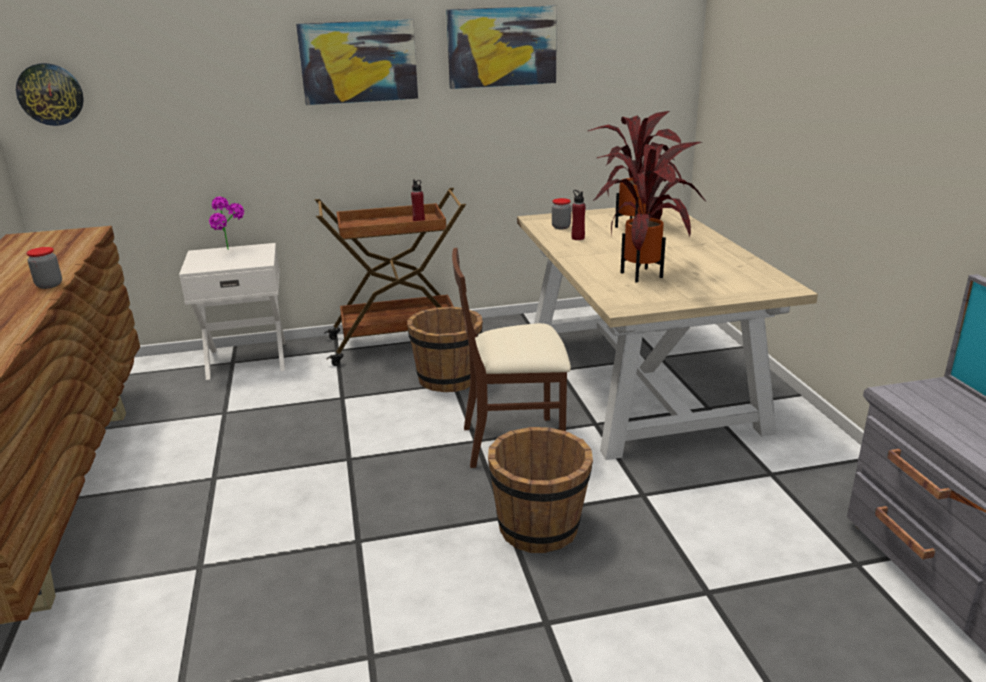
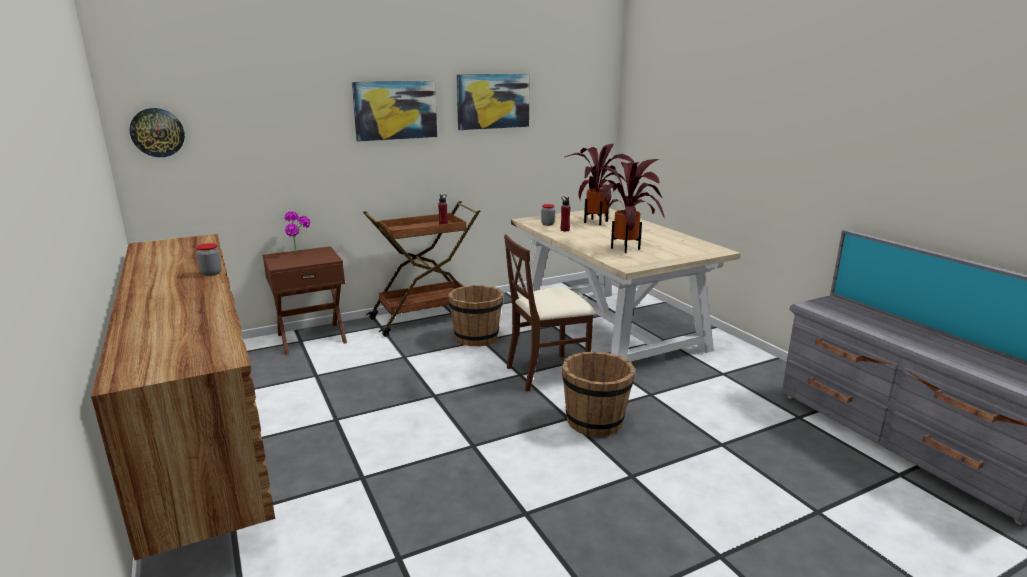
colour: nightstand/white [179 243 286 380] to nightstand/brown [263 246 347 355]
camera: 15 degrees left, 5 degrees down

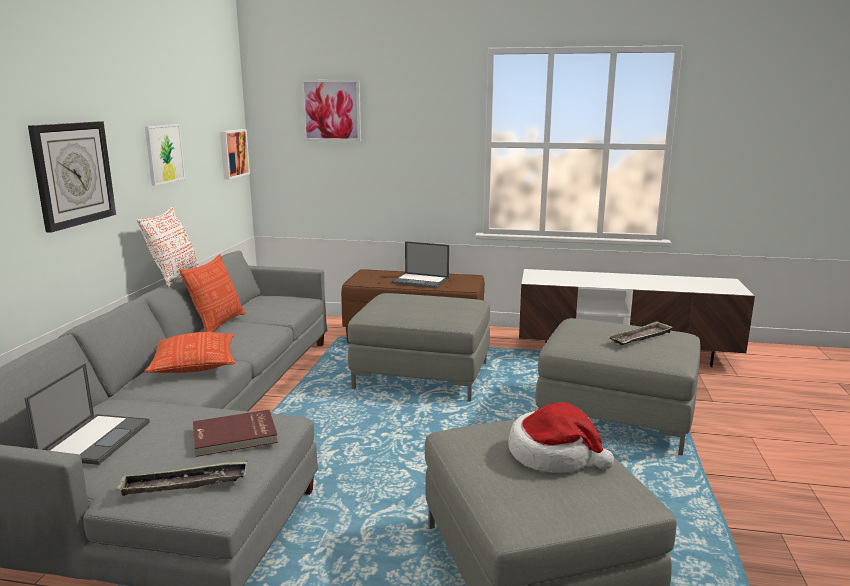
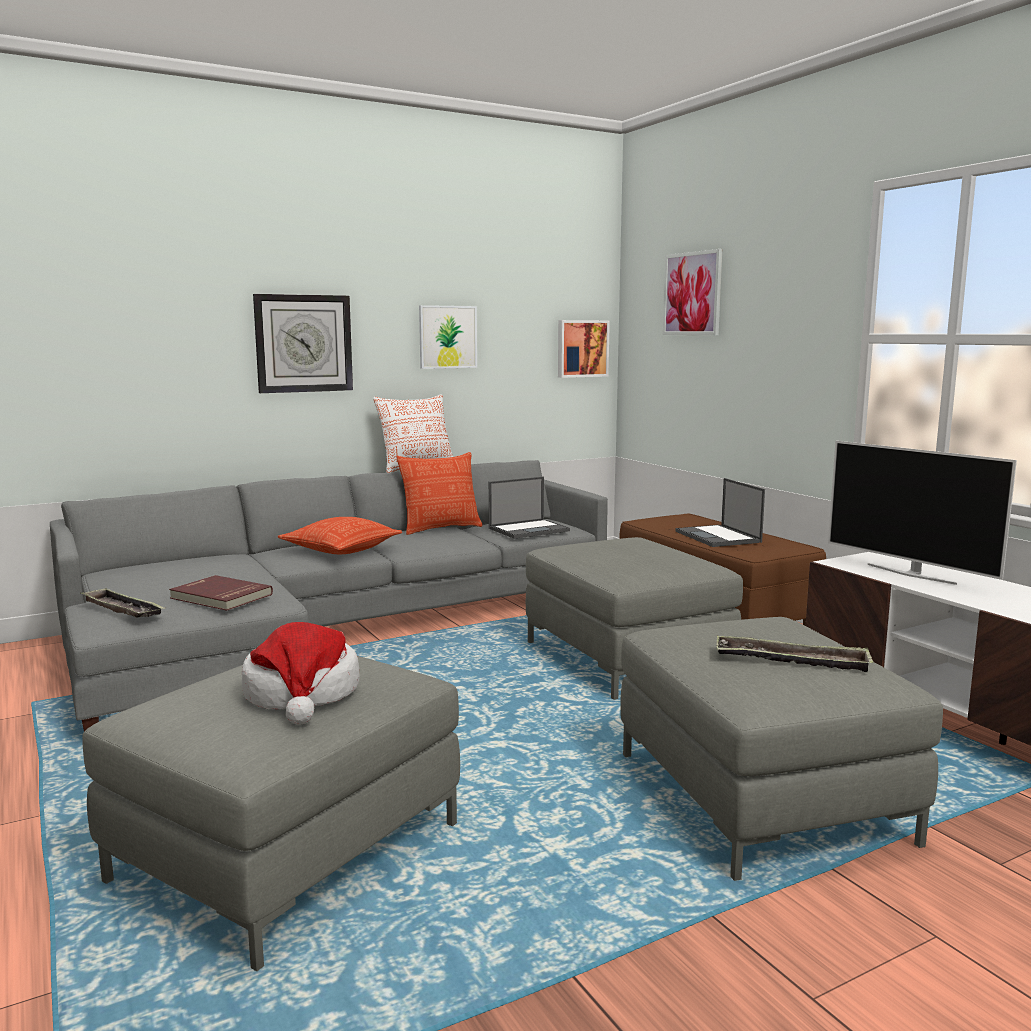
appeared: television [828 441 1017 585]
relocated: laptop [24 363 150 465] to [489 477 570 539]
camera: 50 degrees right, 5 degrees down

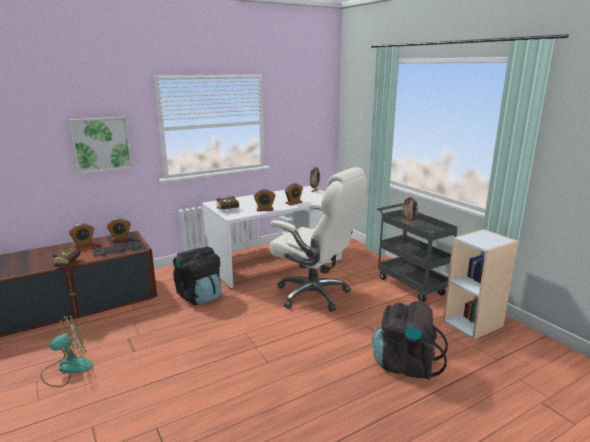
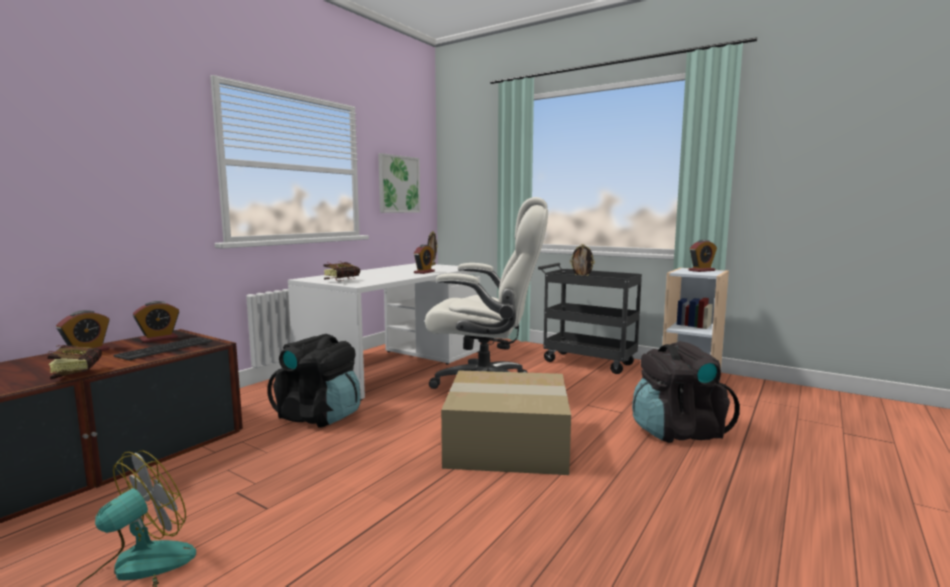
appeared: cardboard box [441 370 571 475]
relocated: picture [69 117 133 174] to [378 153 420 213]; alarm clock [254 189 275 211] to [688 240 717 272]
camera: 25 degrees left, 10 degrees down

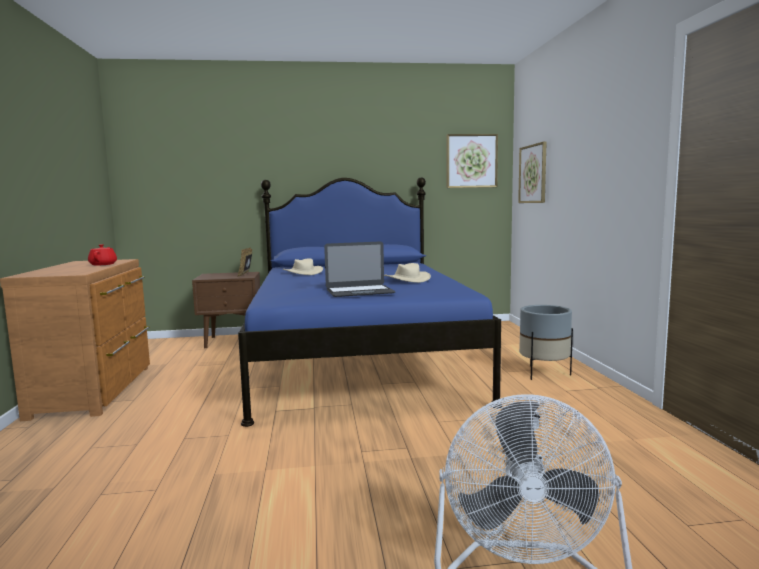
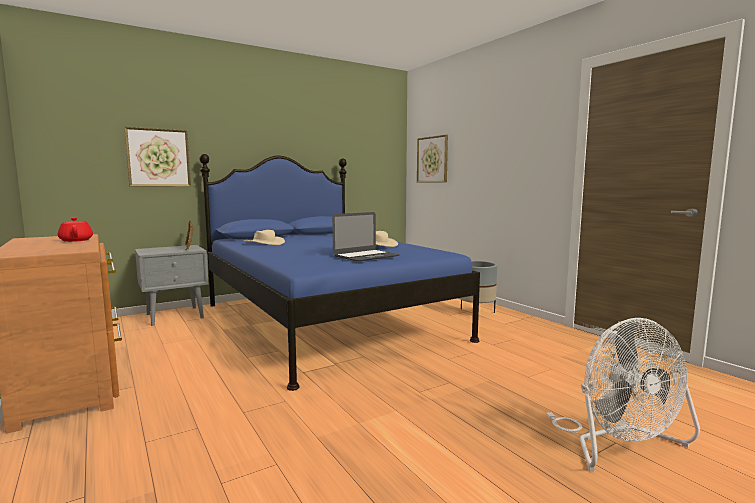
relocated: picture [447 134 498 188] to [124 127 191 187]
colour: nightstand/brown [192 272 260 348] to nightstand/grey [135 245 209 326]
camera: 25 degrees left, 0 degrees up

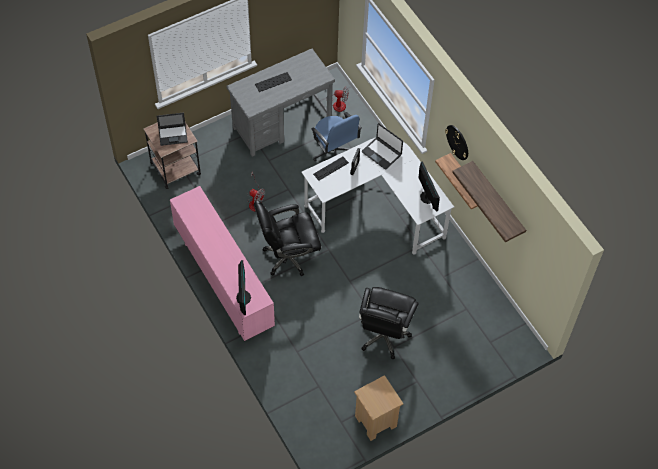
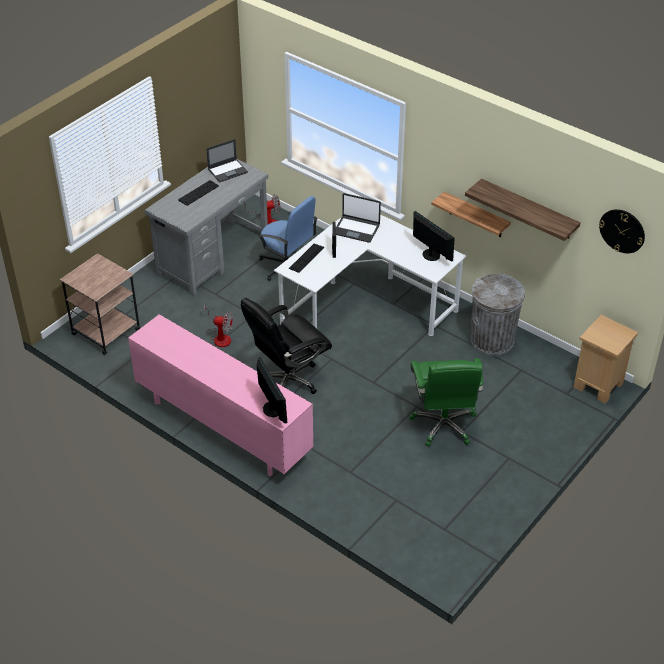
appeared: trash can/grey [470 274 525 356]
relocated: laptop [157 113 188 146] to [206 139 248 183]; nightstand/beige [354 375 403 441] to [574 315 638 404]; wall clock [445 125 468 160] to [599 209 645 253]
colour: office chair/black [359 287 419 359] to office chair/green [409 358 483 446]
camera: 20 degrees left, 15 degrees down

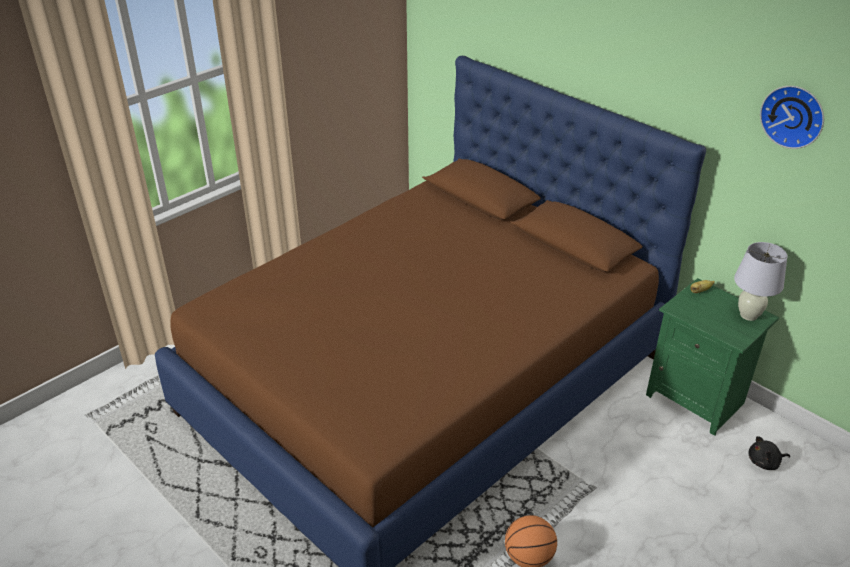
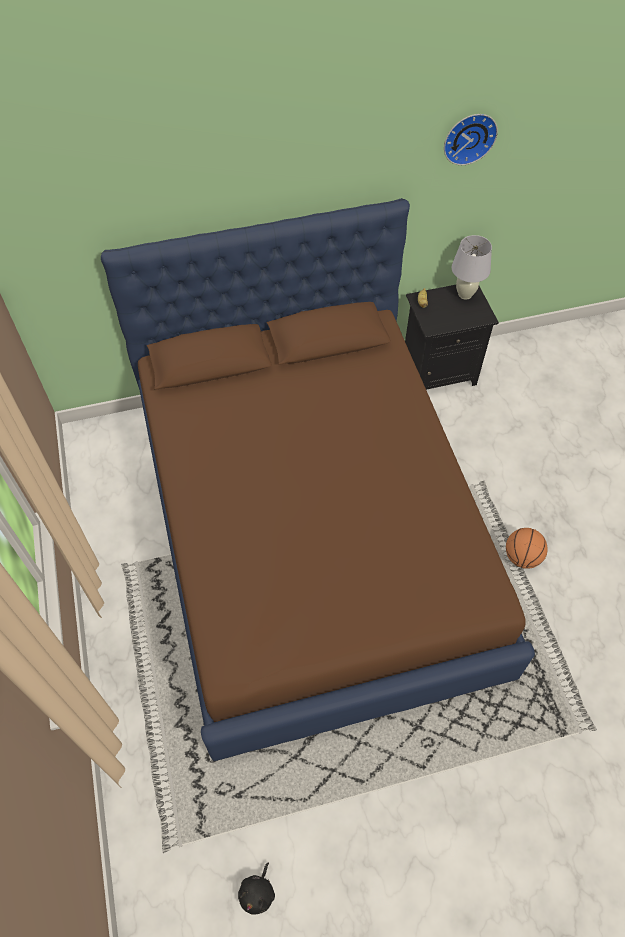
relocated: plush toy/black [749 436 790 470] to [238 862 275 915]
colour: nightstand/green [646 278 779 436] to nightstand/black [405 285 499 390]
camera: 60 degrees left, 20 degrees up

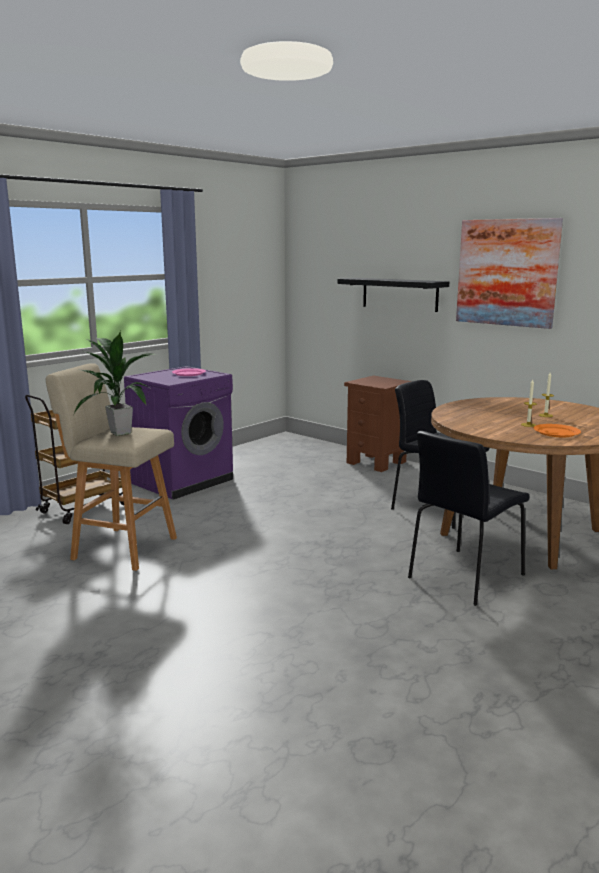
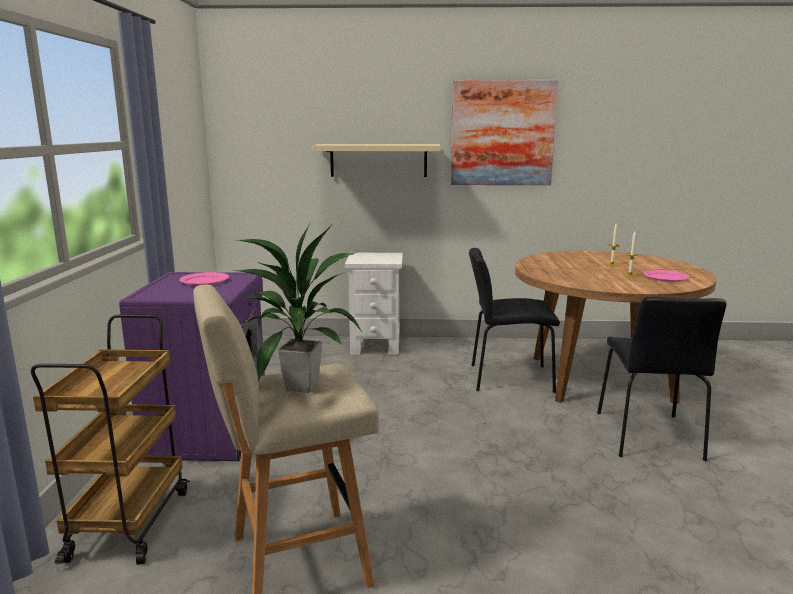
colour: shelf/black [337 278 449 312] to shelf/beige [313 144 441 177]; nightstand/brown [344 376 412 472] to nightstand/white [345 252 403 355]; plate/orange [533 424 581 437] to plate/pink [643 270 689 282]
camera: 40 degrees left, 0 degrees up

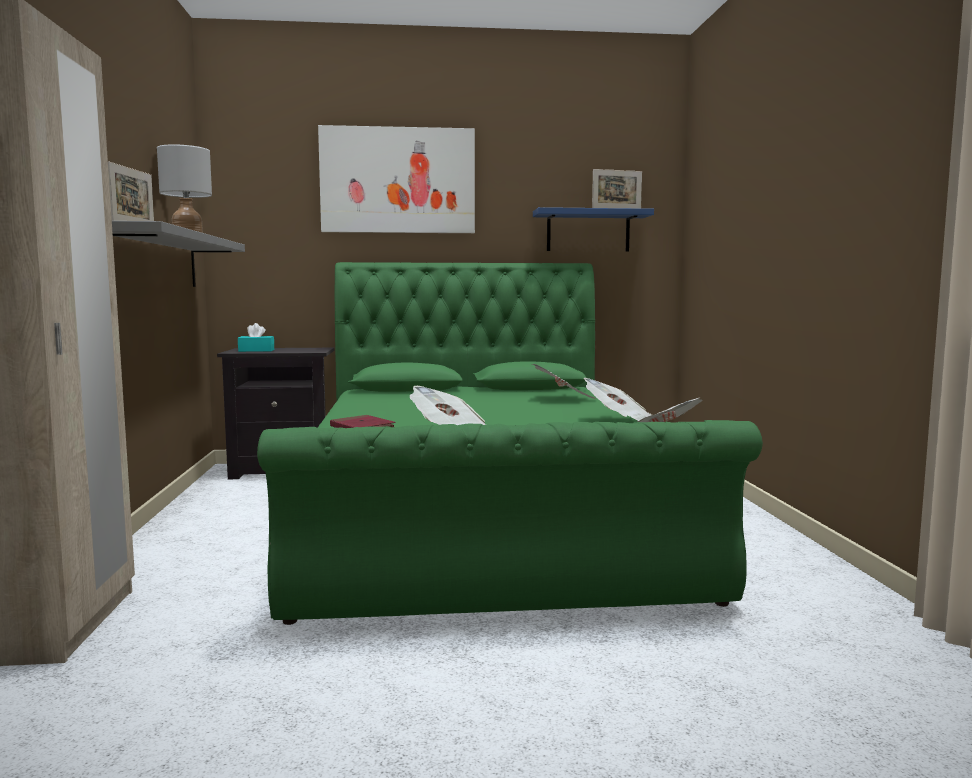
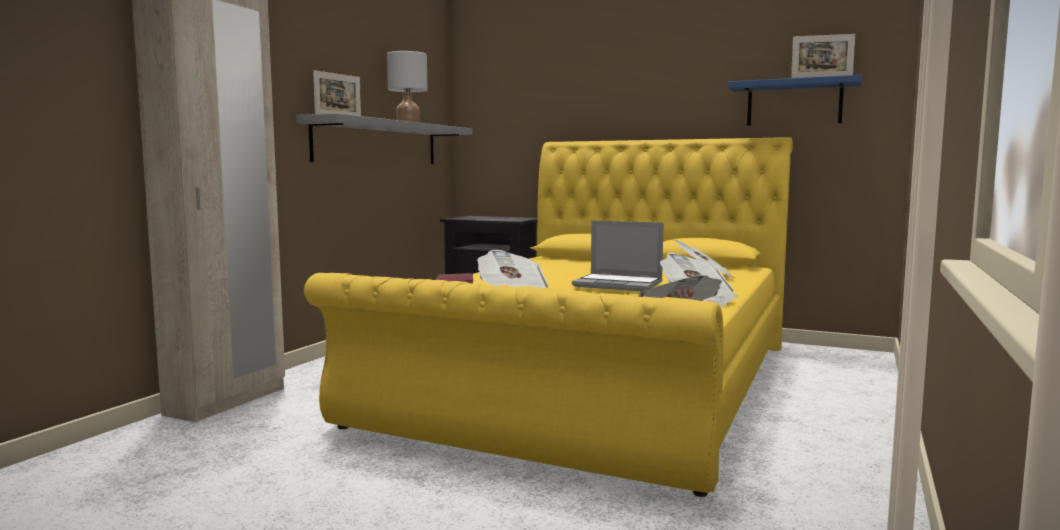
missing: tissue box/turquoise [238 323 274 352]; picture [318 125 475 233]
appeared: laptop [572 220 664 291]
colour: bed/green [257 262 763 625] to bed/yellow [304 137 793 497]
camera: 30 degrees right, 0 degrees up

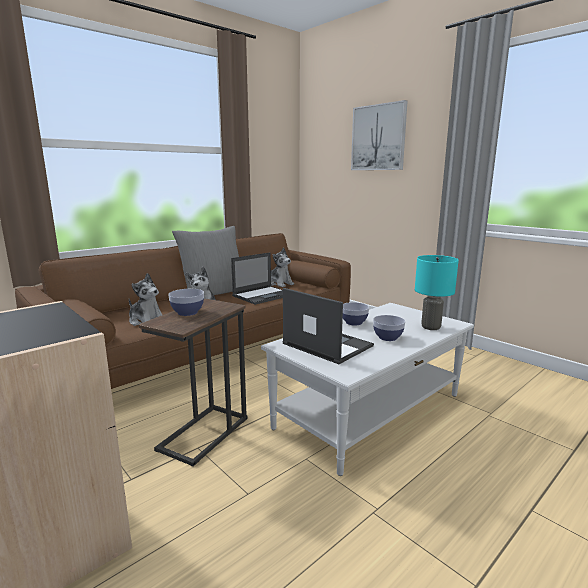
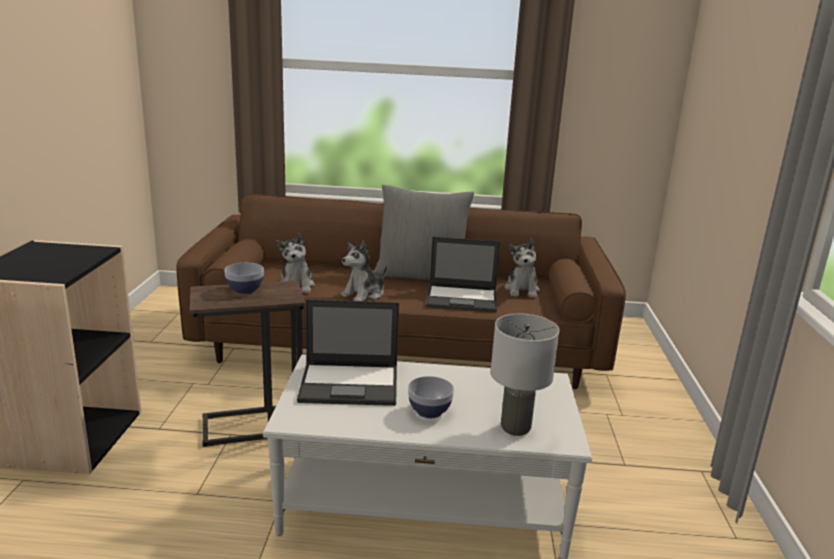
missing: bowl [343 302 369 326]; picture [351 100 408 170]
colour: table lamp/turquoise [415 255 459 330] to table lamp/white [491 314 559 436]
spun: laptop [283 288 374 364] = [297 299 399 406] 90 degrees clockwise
camera: 45 degrees right, 5 degrees up

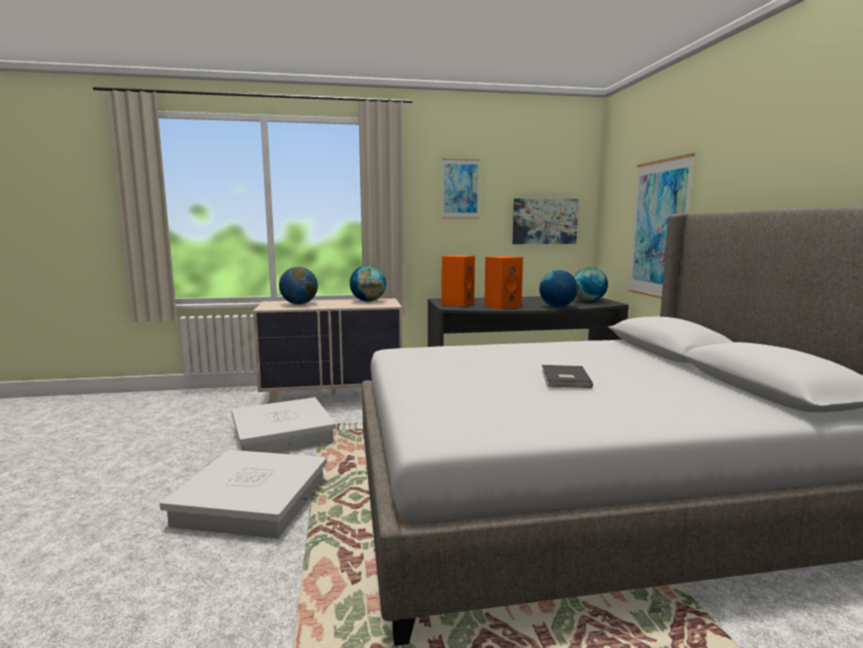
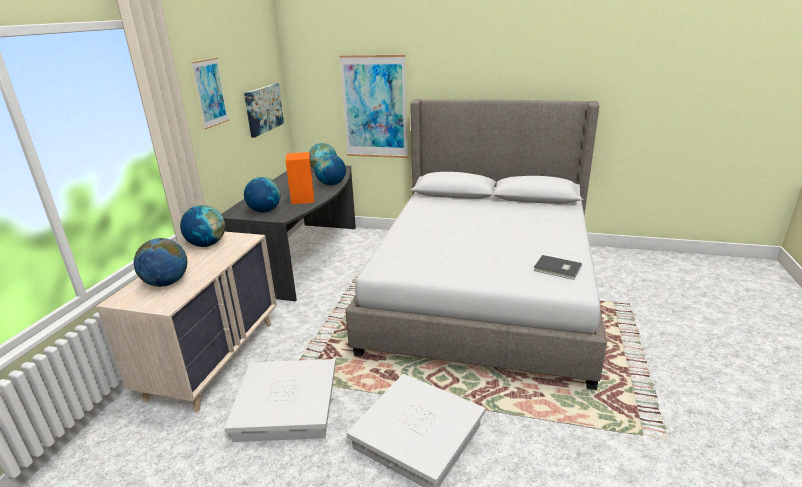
relocated: book/grey [542 365 593 388] to [533 255 582 280]
exchanged: speaker/orange [442 255 475 306] to globe [244 177 280 213]
camera: 65 degrees left, 15 degrees up

